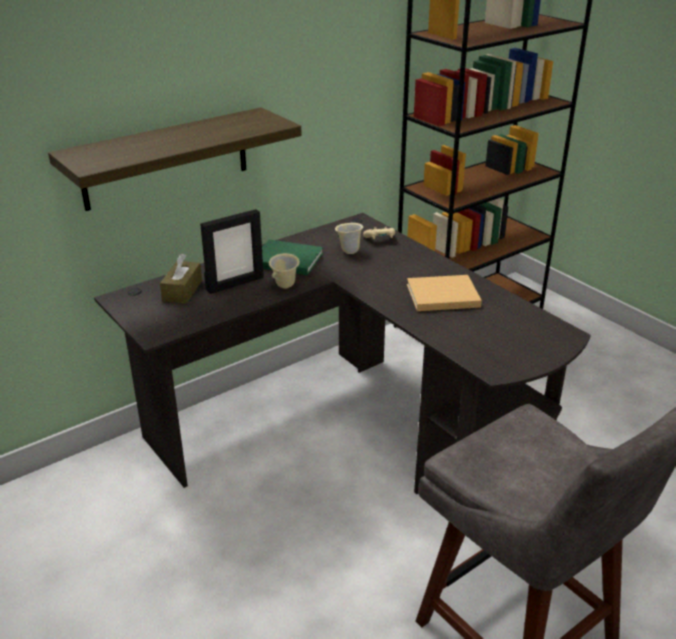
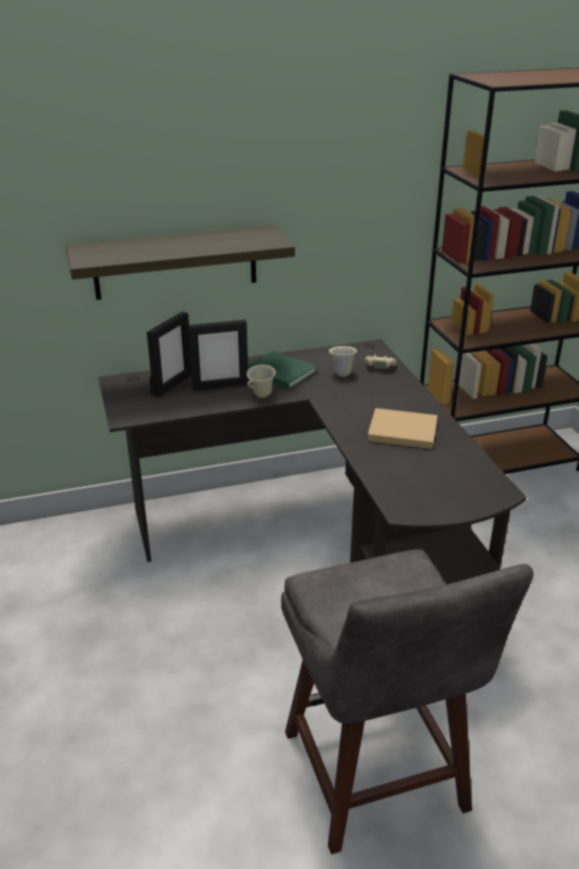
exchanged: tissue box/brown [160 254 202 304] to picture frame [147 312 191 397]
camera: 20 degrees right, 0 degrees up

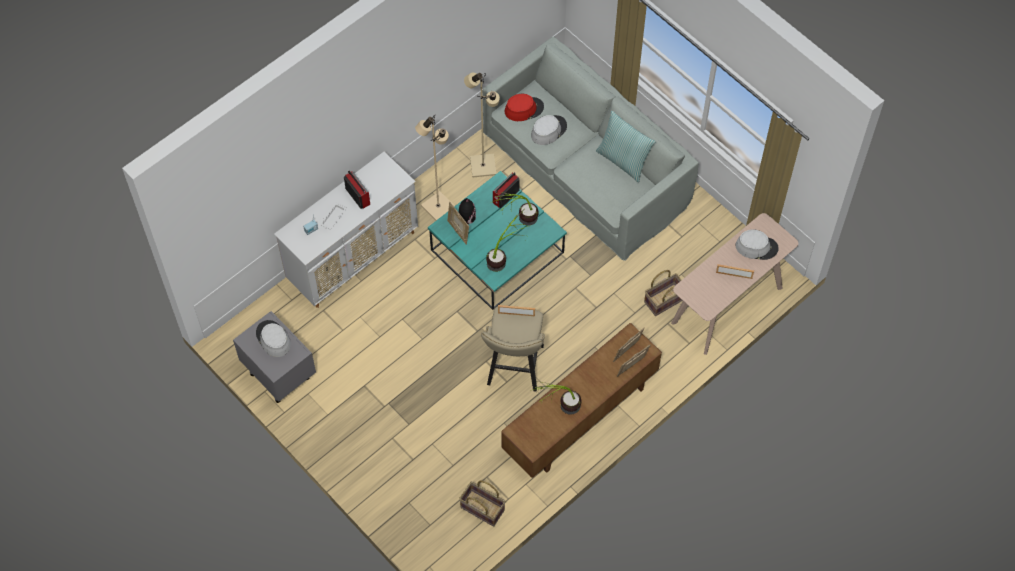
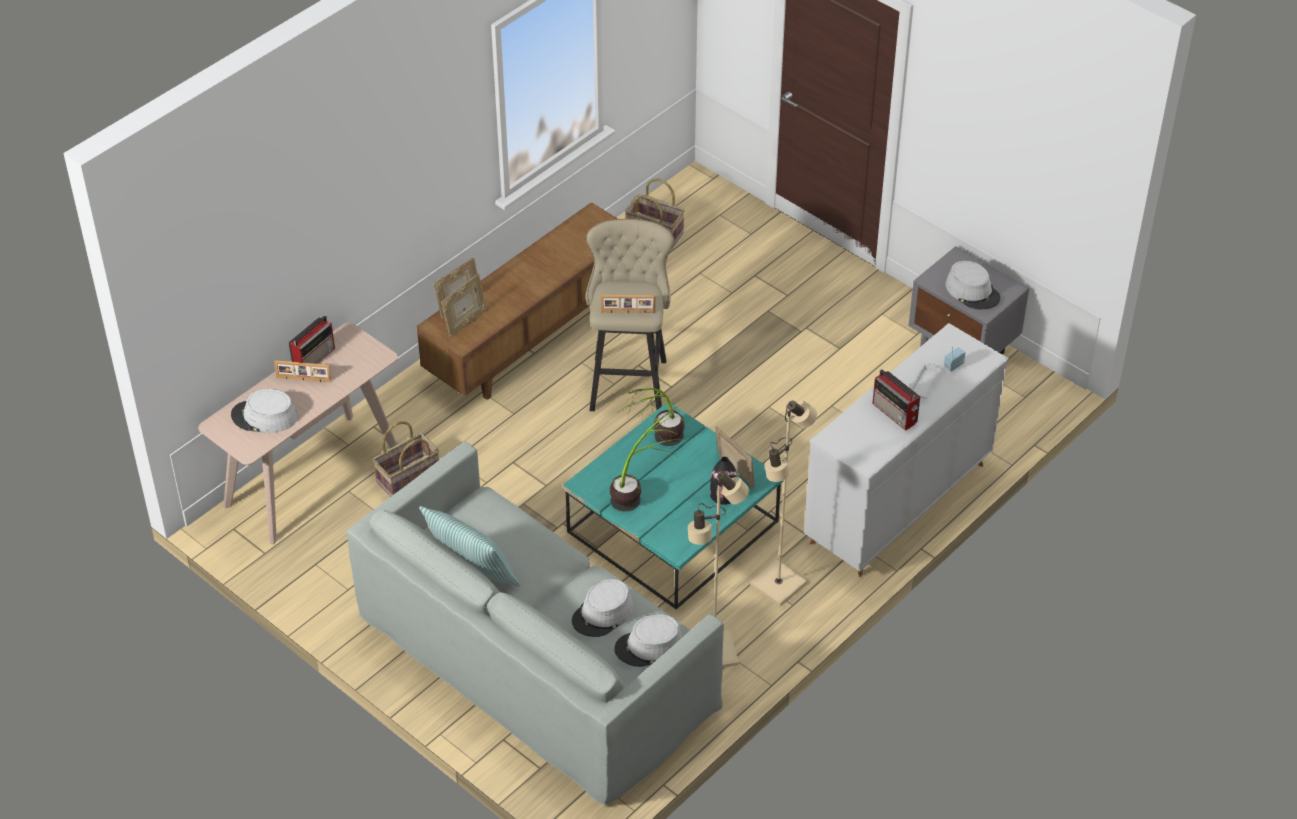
missing: potted plant [533 382 581 415]
relocated: radio [493 172 520 208] to [289 315 335 364]
colour: hat/red [505 94 544 121] to hat/grey [614 614 682 667]
camera: 175 degrees right, 15 degrees down

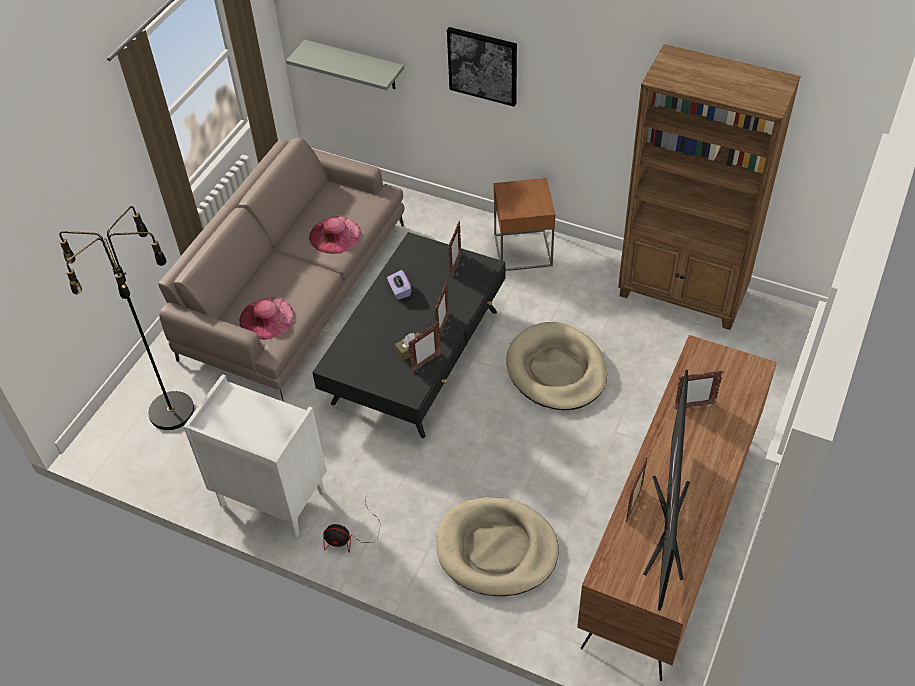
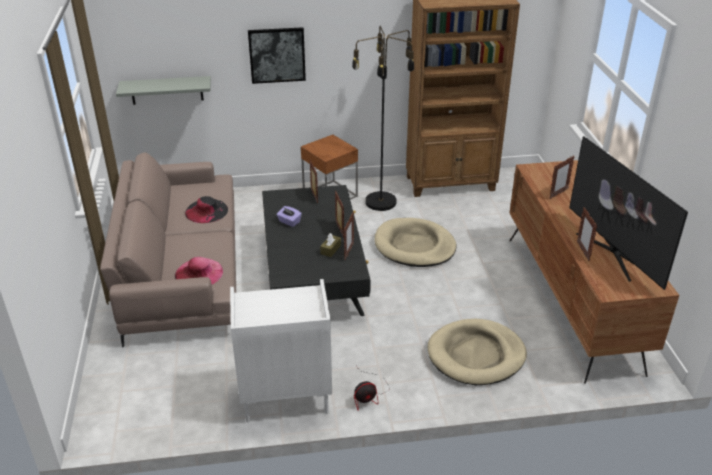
relocated: floor lamp [59 206 195 430] to [352 26 414 211]
colour: hat/pink [309 216 361 254] to hat/black [185 196 228 223]
camera: 35 degrees left, 15 degrees down

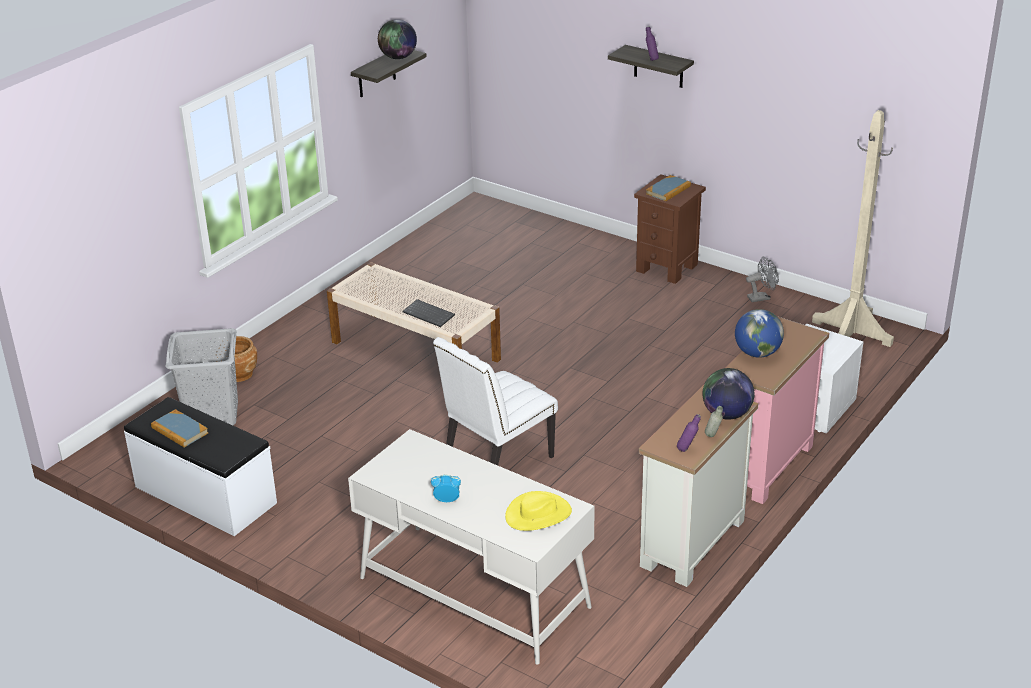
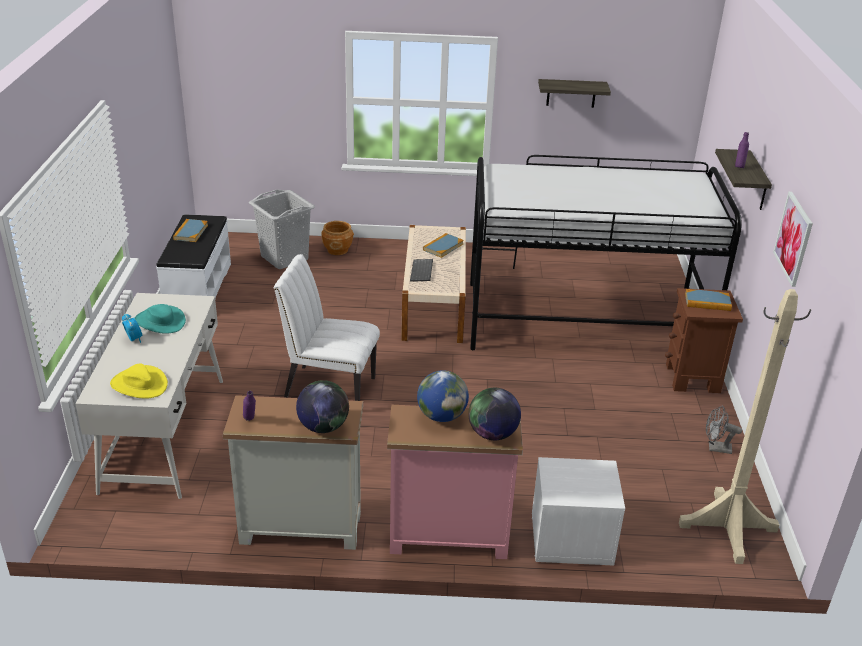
missing: bottle/grey [705 406 723 437]
appeared: hat/turquoise [135 304 186 334]; book [423 233 464 258]; bed/black [470 155 742 350]; picture [773 192 813 287]
relocated: globe [378 19 417 59] to [468 388 521 440]
spun: fan/grey [746 257 779 302] = [706 406 742 454] 150 degrees clockwise
camera: 55 degrees right, 0 degrees up

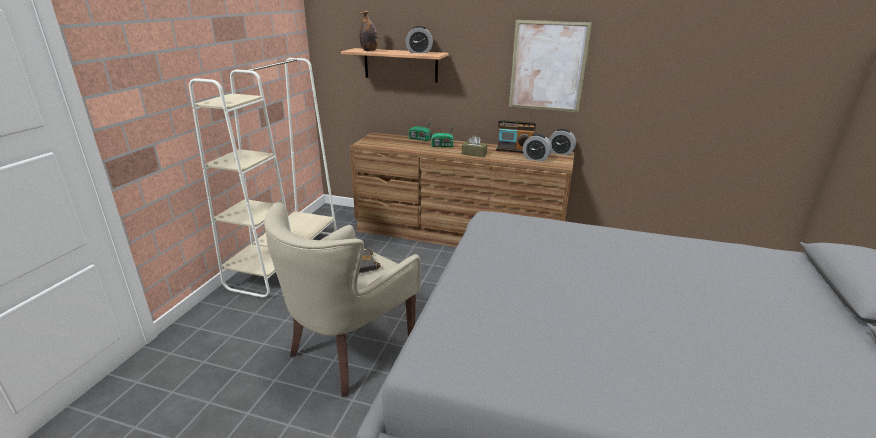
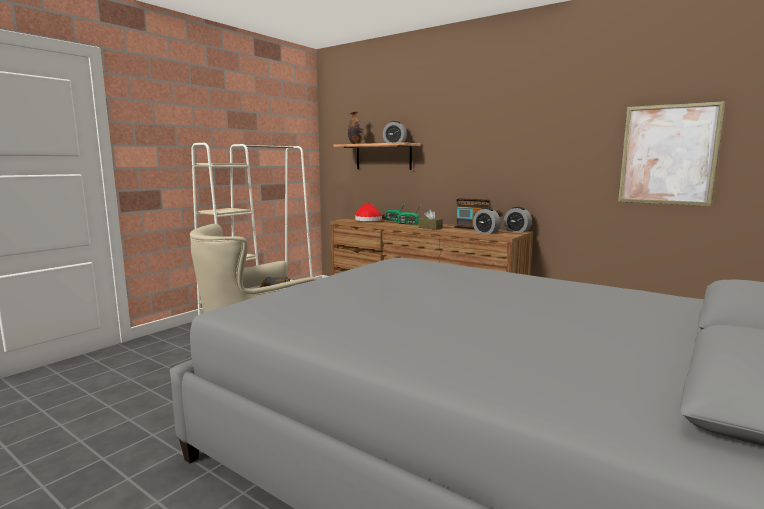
appeared: hat/red [355 204 382 221]
relocated: picture [509 20 592 113] to [618 101 726 206]
camera: 20 degrees right, 15 degrees down

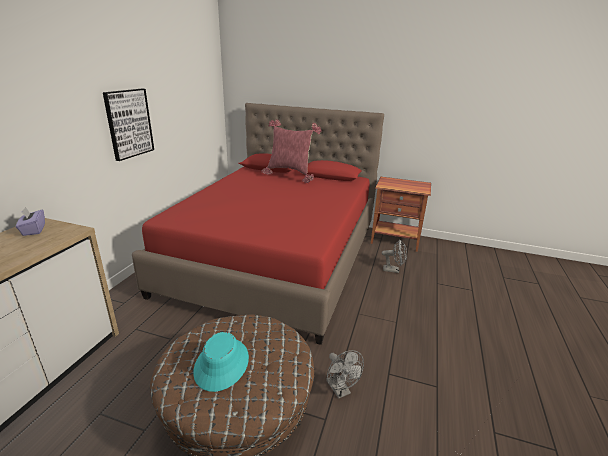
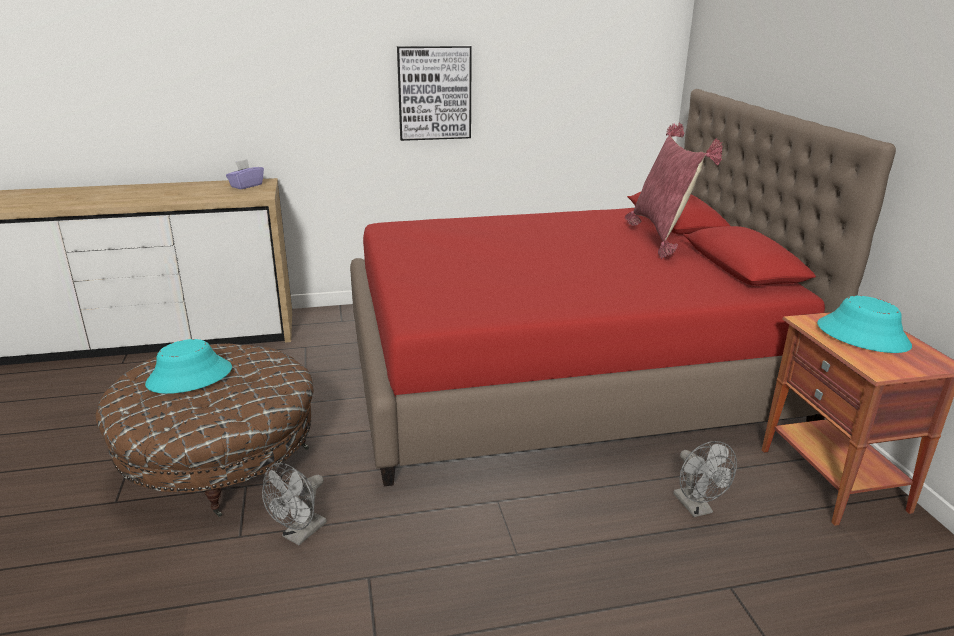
appeared: hat/turquoise [817 296 912 353]
camera: 60 degrees right, 0 degrees up

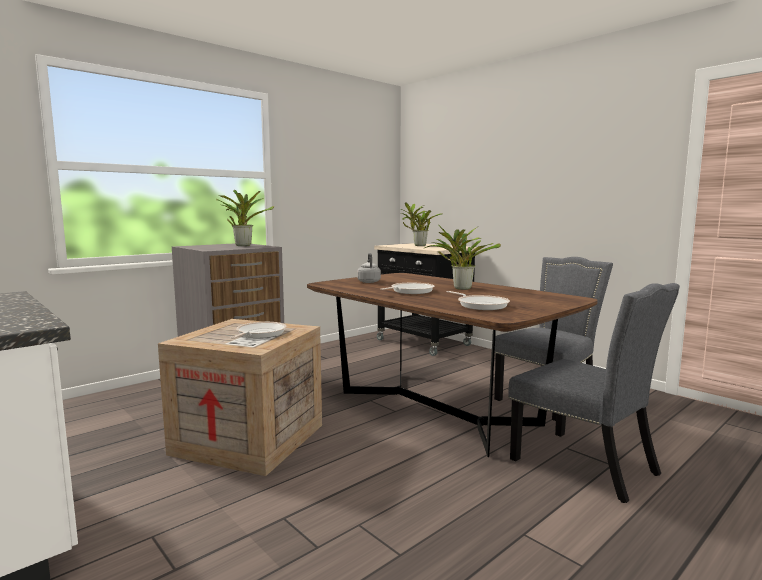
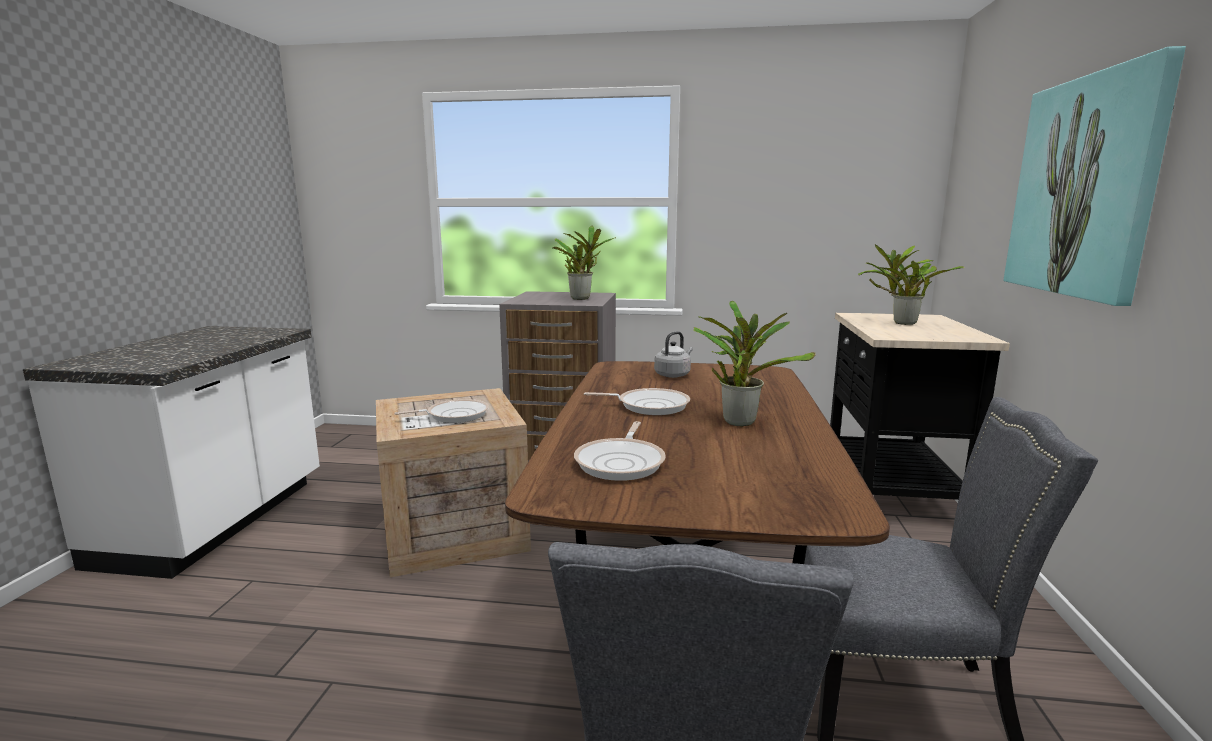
appeared: picture [1004 46 1186 306]
camera: 50 degrees right, 5 degrees up

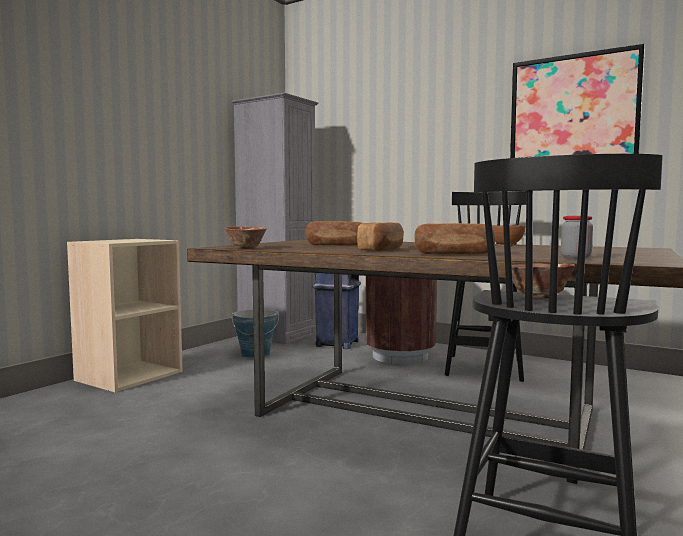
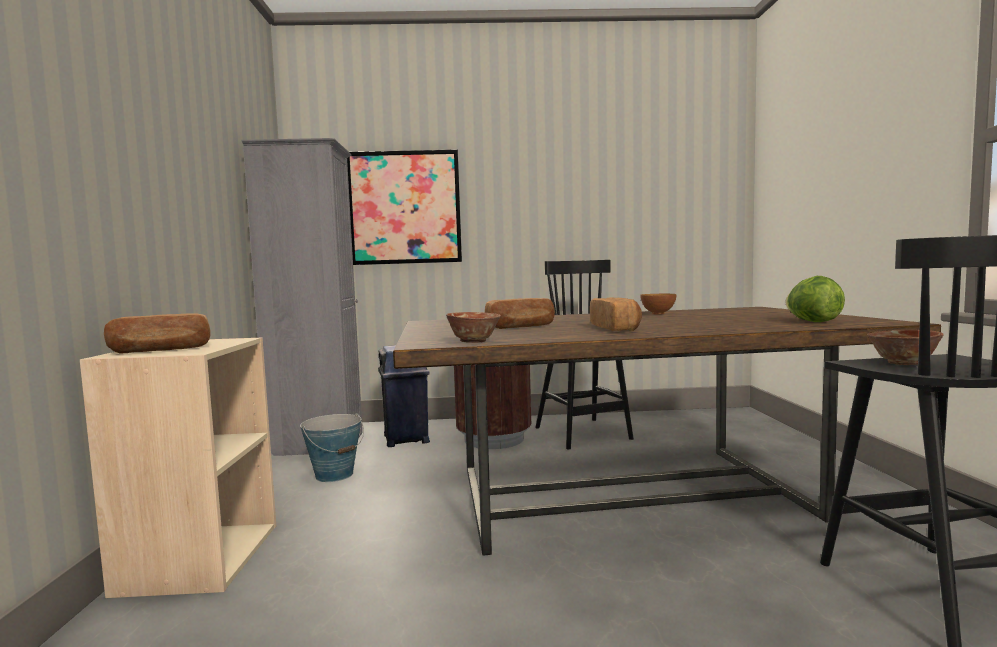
relocated: bread [414 223 495 255] to [104 313 211 354]; picture [510 44 645 158] to [347 149 462 265]
exchanged: jar [561 216 593 259] to lettuce [785 276 845 322]
camera: 35 degrees left, 0 degrees up

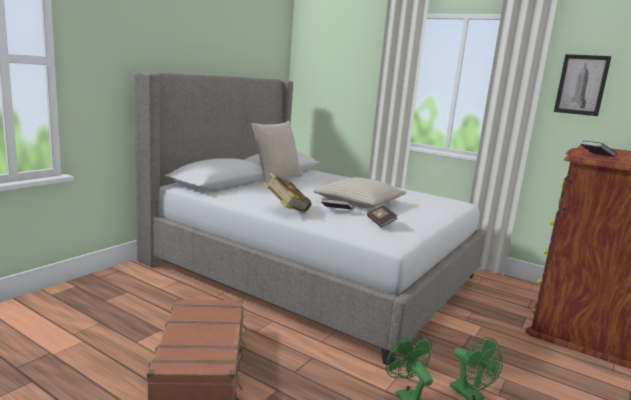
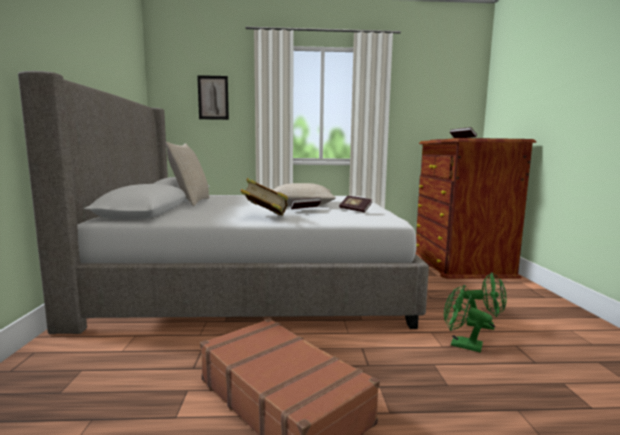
relocated: picture [554 54 612 116] to [197 75 229 120]
camera: 35 degrees left, 5 degrees down

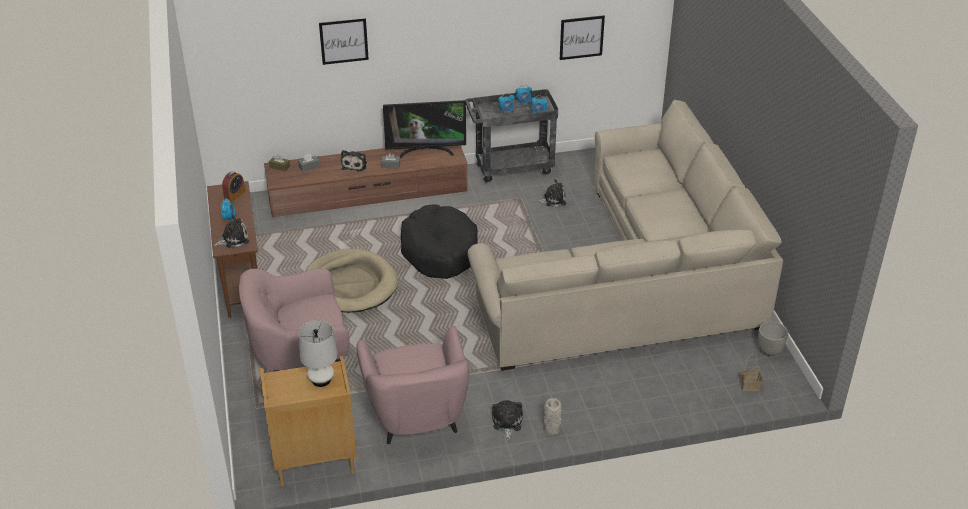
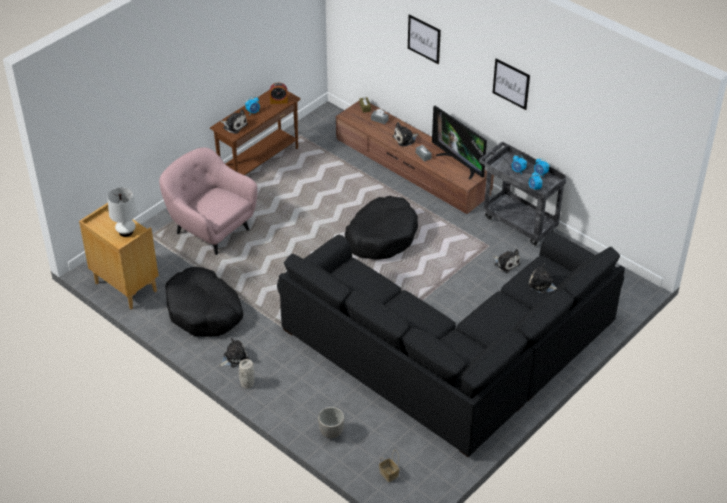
missing: dog bed/beige [305 249 398 313]
appeared: plush toy [528 263 557 293]
relocated: picture [560 15 605 60] to [493 58 530 110]; planter [758 321 788 356] to [318 407 344 438]
exchanged: armchair/pink [357 326 469 444] to dog bed/black [165 267 243 337]
colour: sofa/beige [468 99 783 371] to sofa/black [277 232 625 457]
camera: 55 degrees right, 5 degrees up

